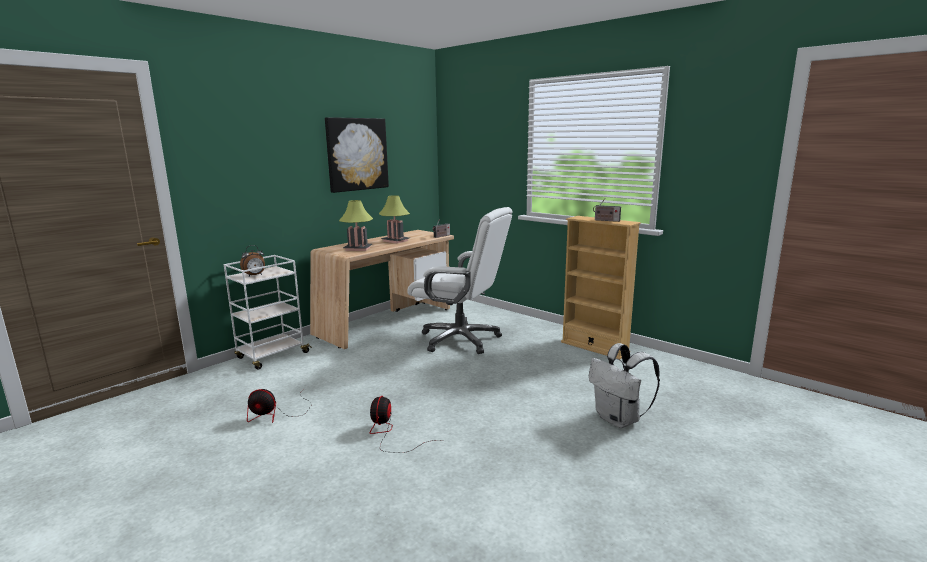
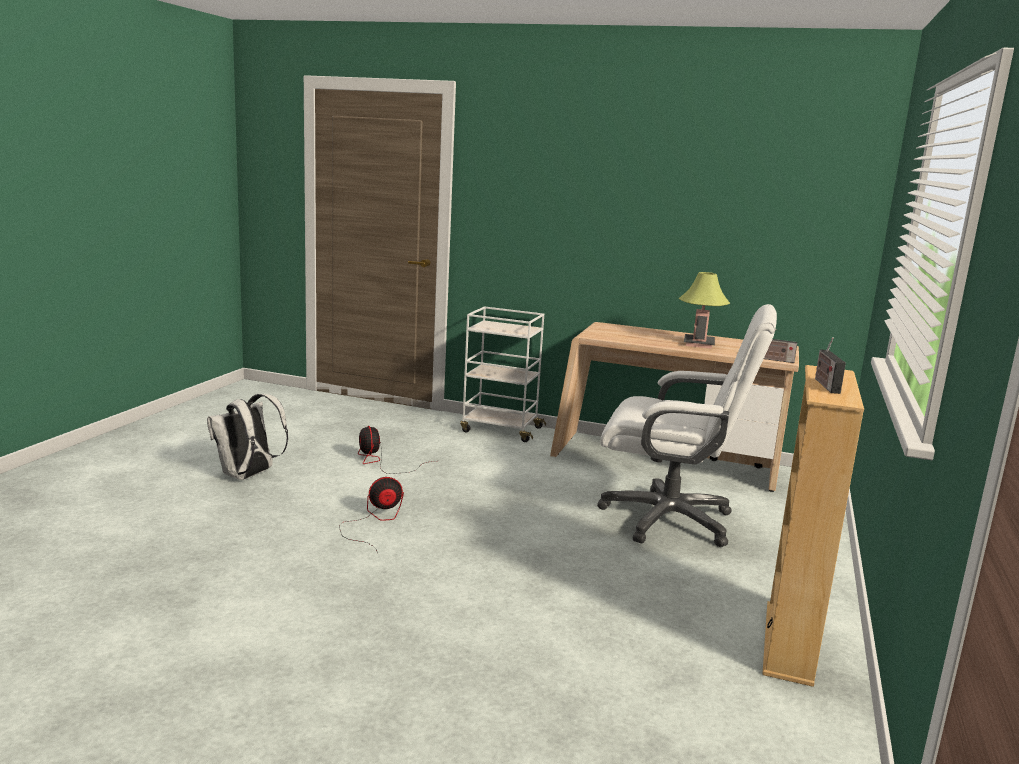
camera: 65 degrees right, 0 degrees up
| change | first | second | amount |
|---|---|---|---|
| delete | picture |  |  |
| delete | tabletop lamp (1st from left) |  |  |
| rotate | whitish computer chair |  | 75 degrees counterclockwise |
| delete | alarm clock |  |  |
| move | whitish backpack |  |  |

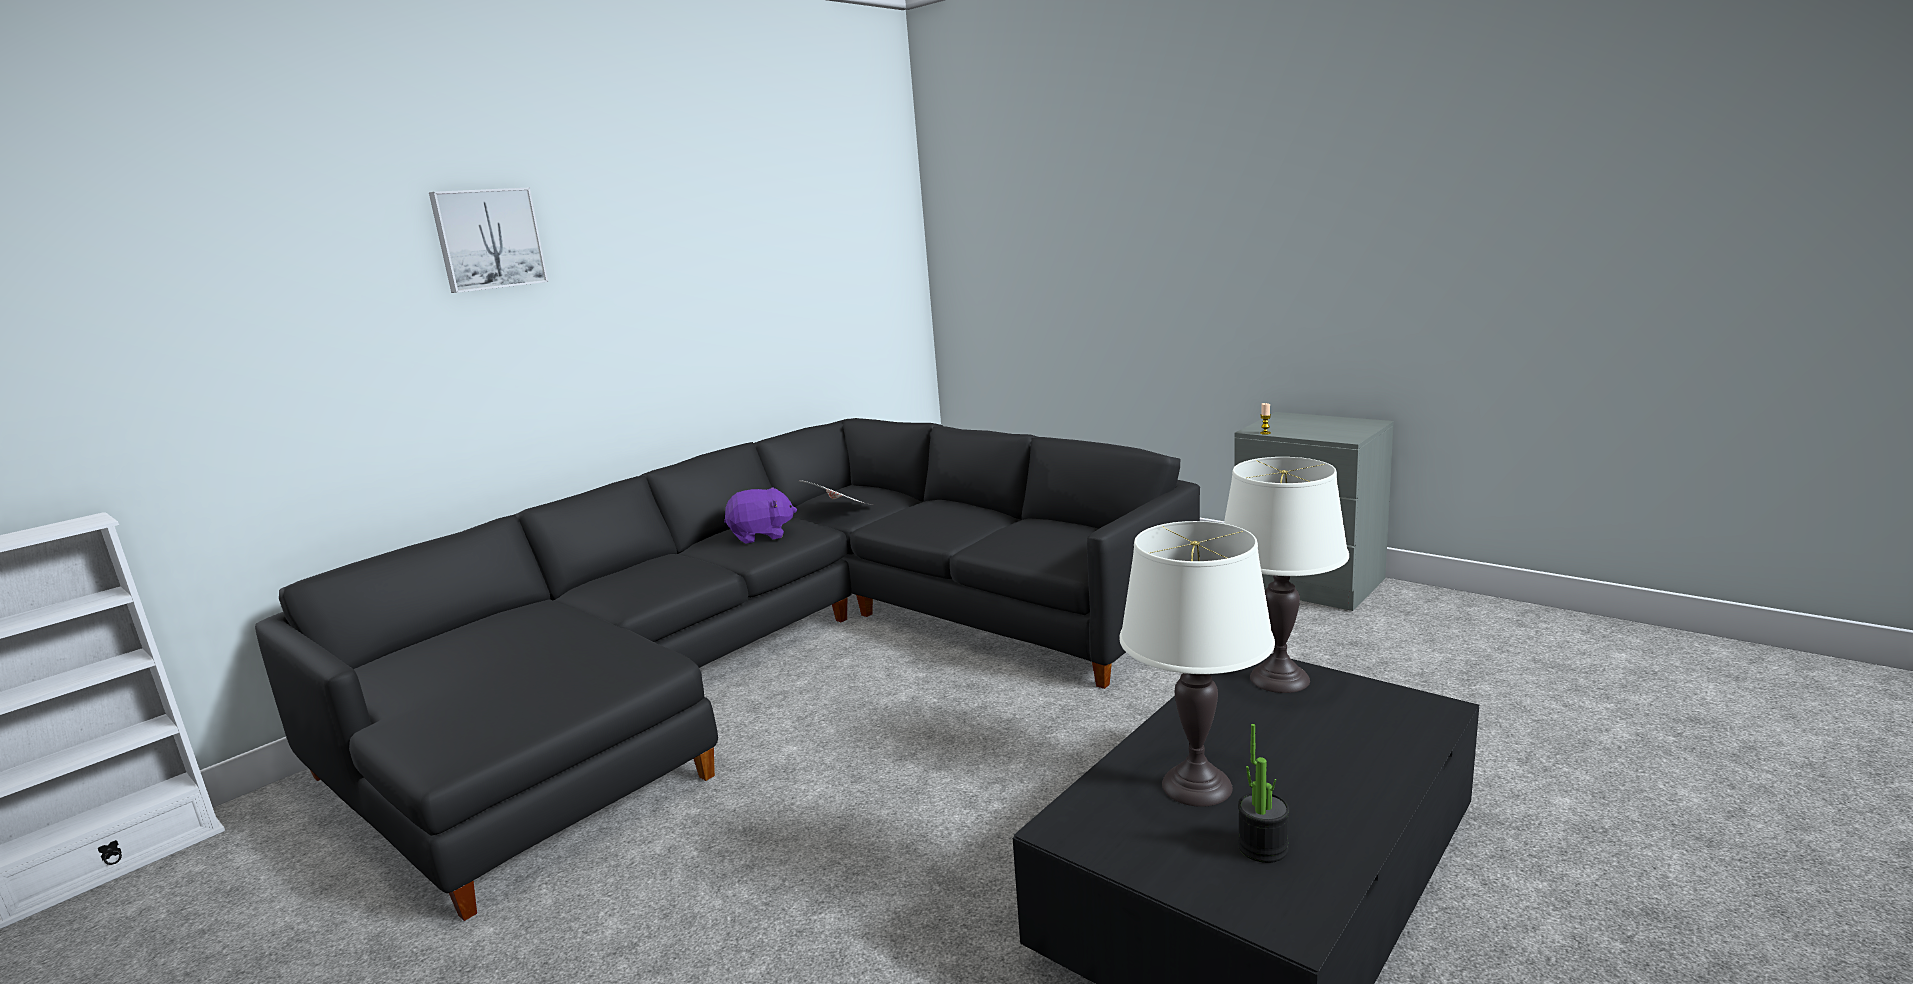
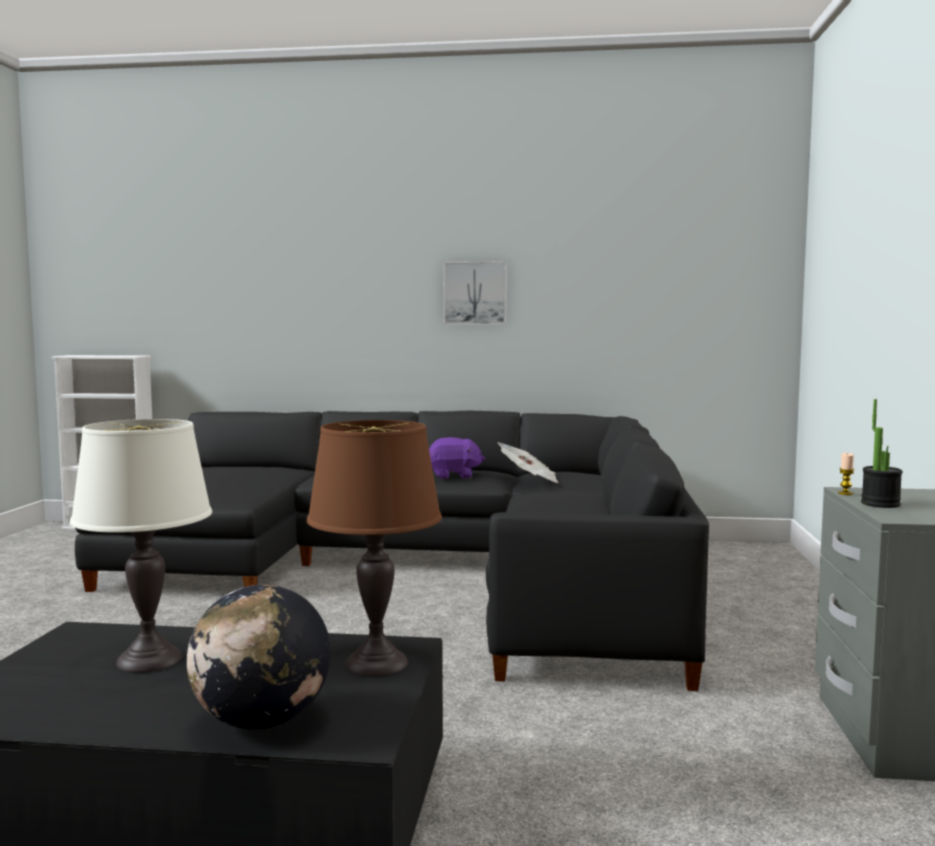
camera: 55 degrees right, 10 degrees down
| change | first | second | amount |
|---|---|---|---|
| move | picture |  |  |
| recolor | whitish tabletop lamp (2nd from left) | brown-coloured tabletop lamp |  |
| rotate | purplish soft toy |  | 45 degrees counterclockwise |
| move | potted plant |  |  |
| insert |  | globe |  |

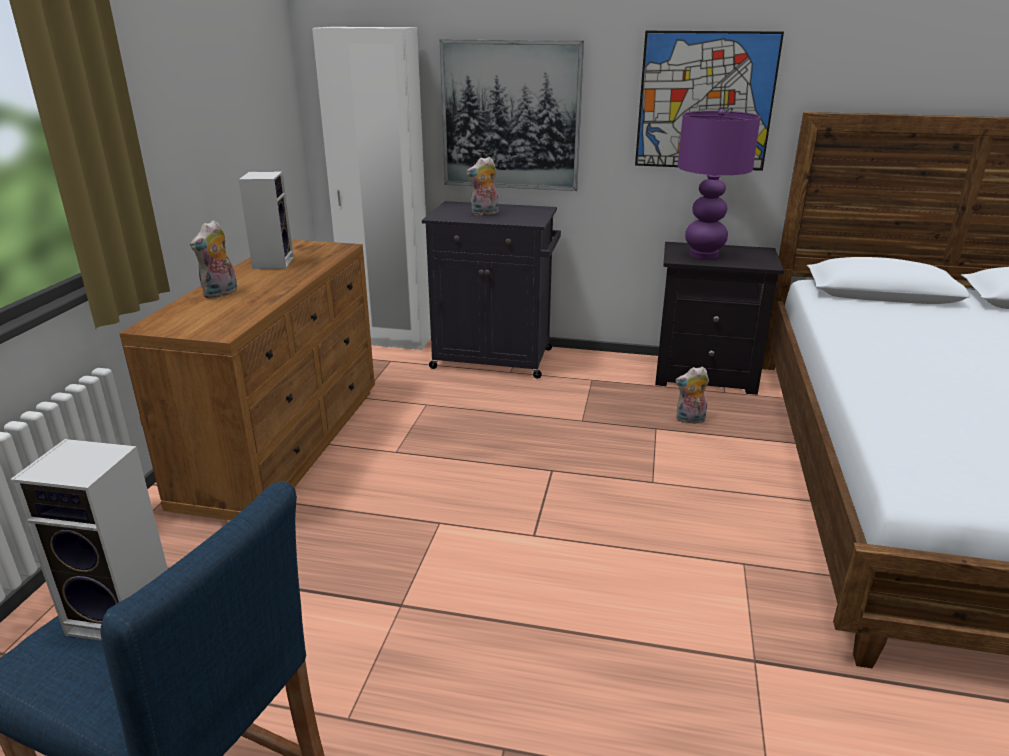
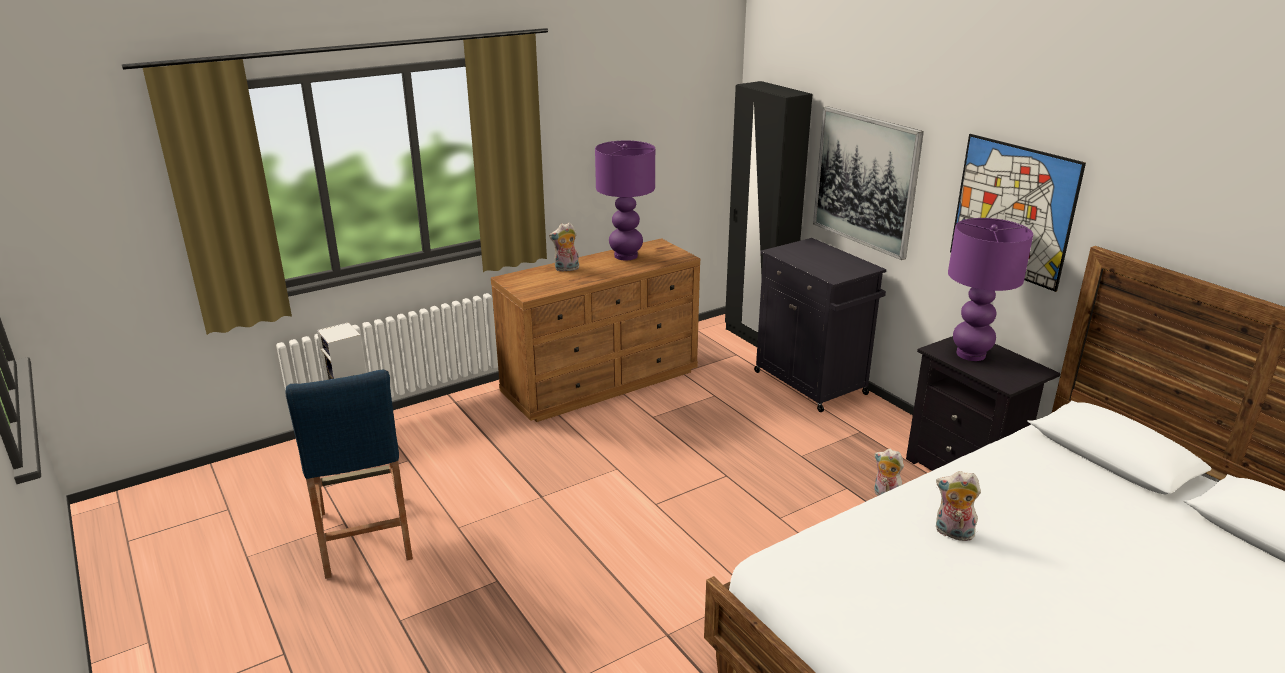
camera: 45 degrees right, 0 degrees up
| change | first | second | amount |
|---|---|---|---|
| recolor | whitish clothes cupboard | black-coloured clothes cupboard |  |
| move | soft toy (2nd from left in the first image) | soft toy (3rd from left) |  |
| replace | speaker (2nd from left) | purplish tabletop lamp (1st from left) |  |

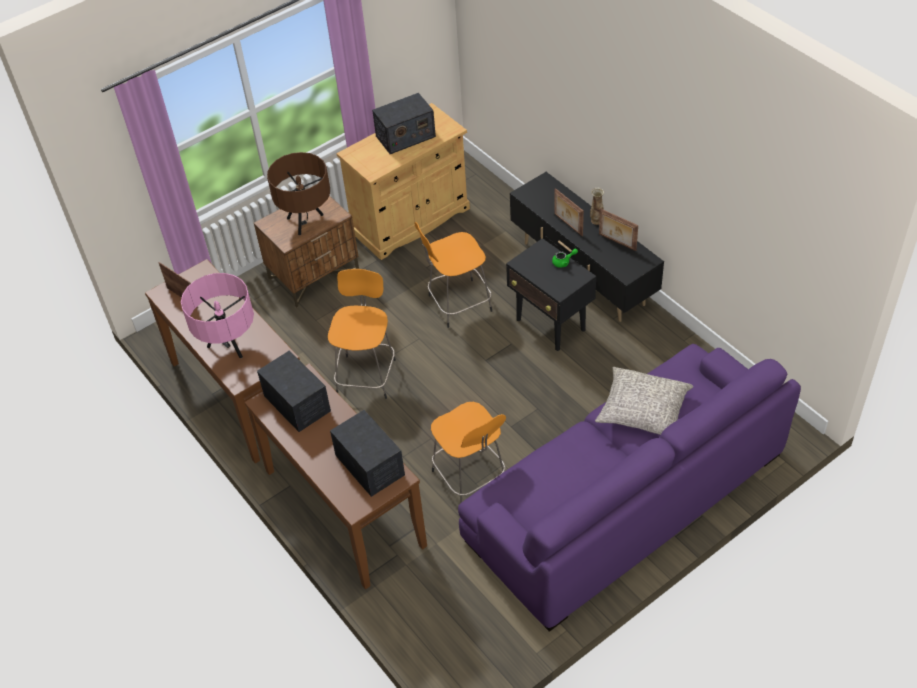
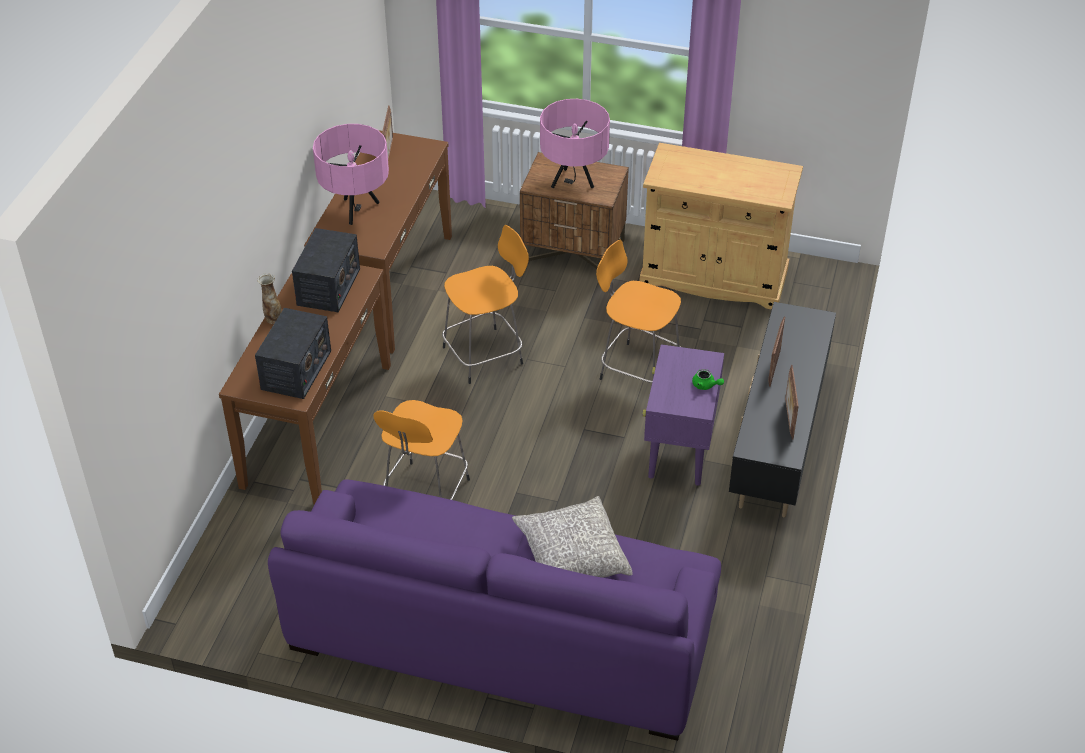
camera: 50 degrees right, 5 degrees down
| change | first | second | amount |
|---|---|---|---|
| delete | radio receiver (3rd from left) |  |  |
| recolor | brown-coloured tabletop lamp | pink-coloured tabletop lamp (2nd from left) |  |
| move | vase |  |  |
| recolor | black-coloured end table | purplish end table |  |

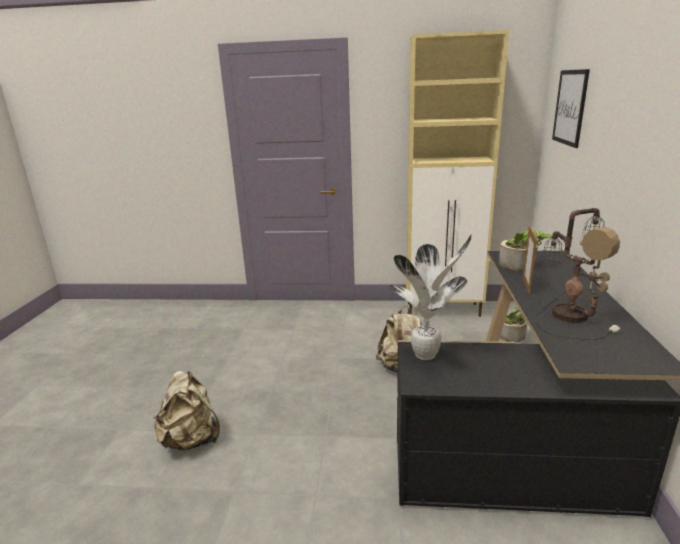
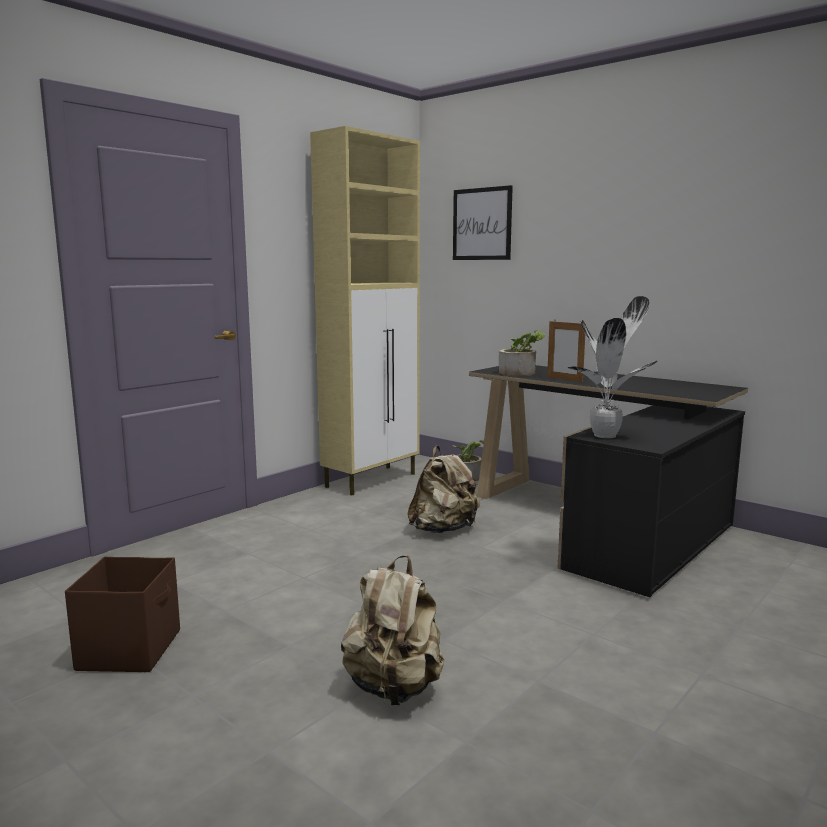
camera: 55 degrees left, 10 degrees down
| change | first | second | amount |
|---|---|---|---|
| delete | tabletop lamp |  |  |
| insert |  | brown-coloured storage bin |  |

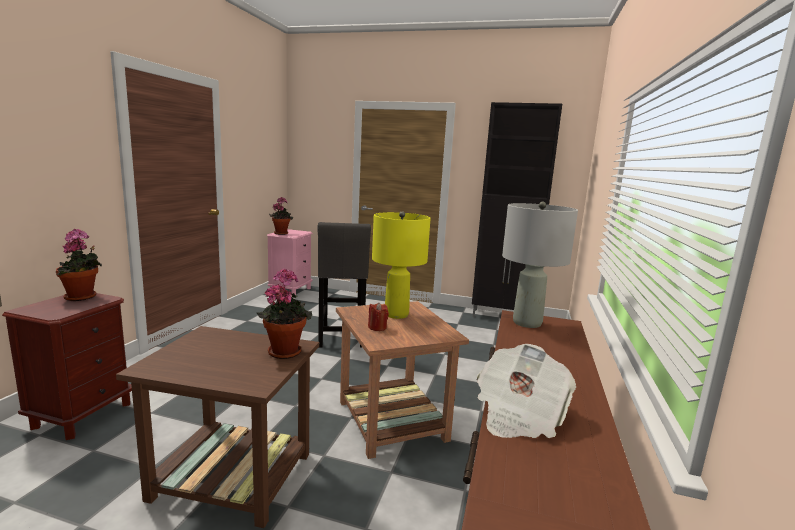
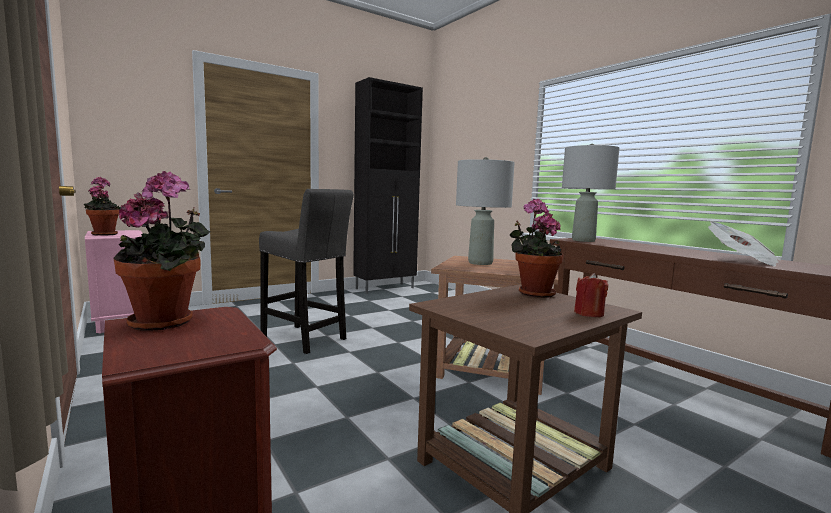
camera: 50 degrees left, 5 degrees down
| change | first | second | amount |
|---|---|---|---|
| recolor | yellow tabletop lamp | grey tabletop lamp (1st from left) |  |
| move | reddish wax light |  |  |

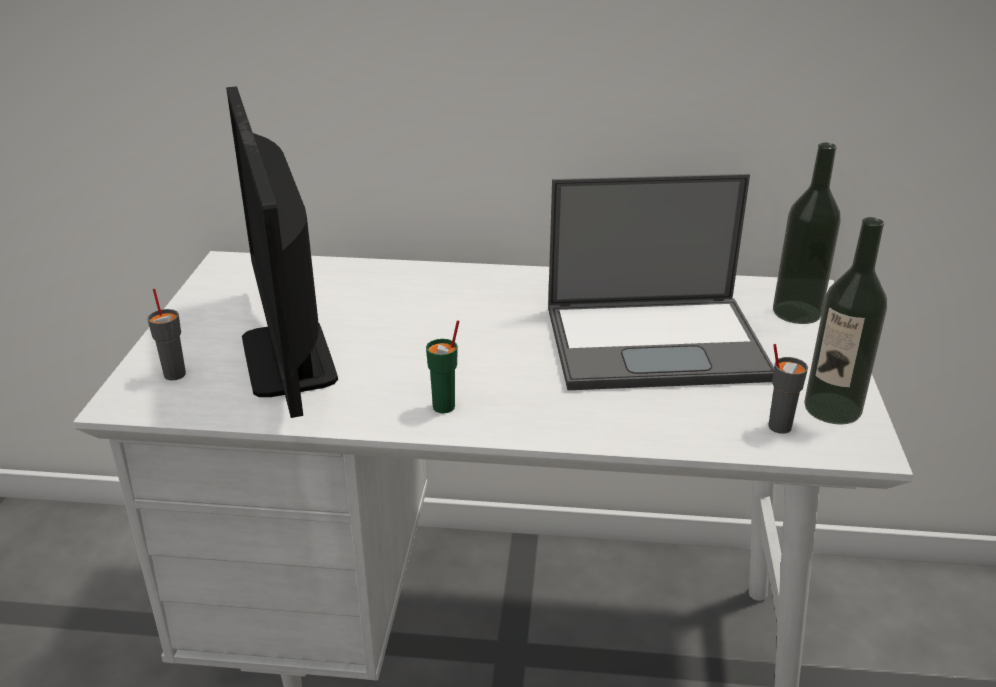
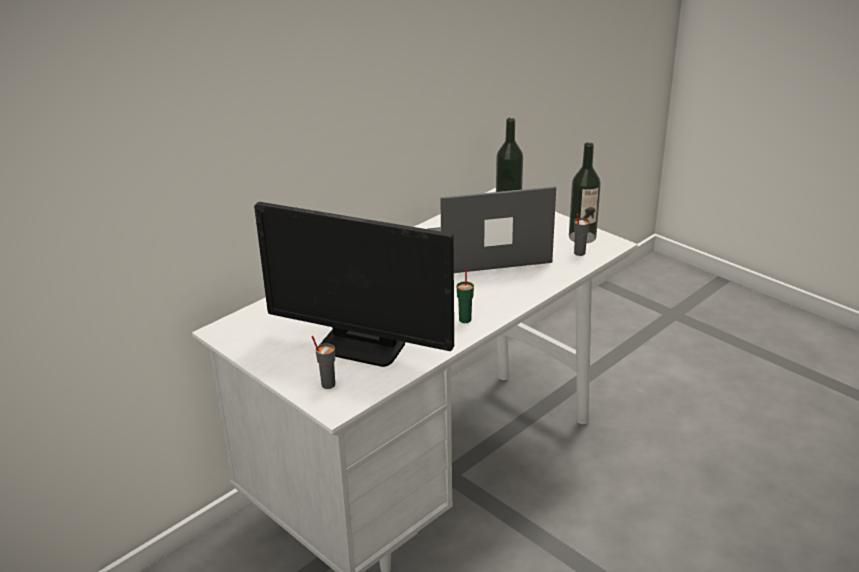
camera: 50 degrees left, 0 degrees up
| change | first | second | amount |
|---|---|---|---|
| rotate | notebook computer |  | 135 degrees counterclockwise |

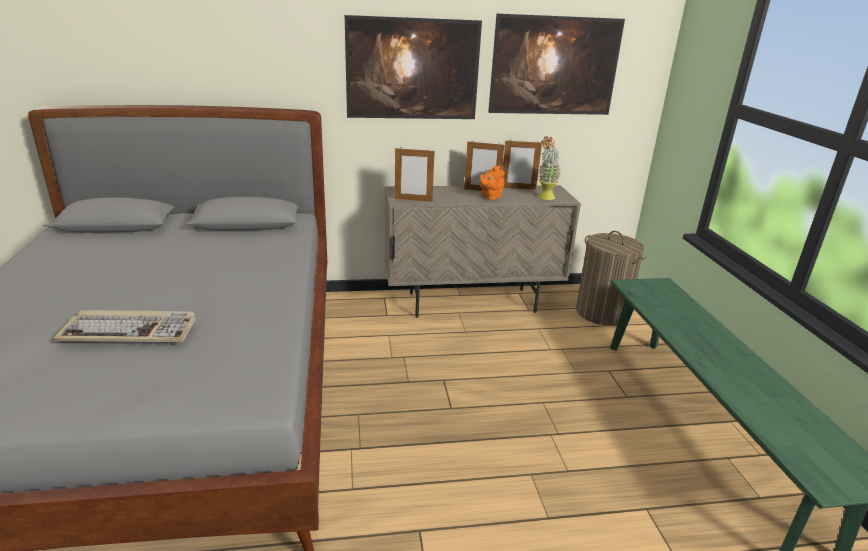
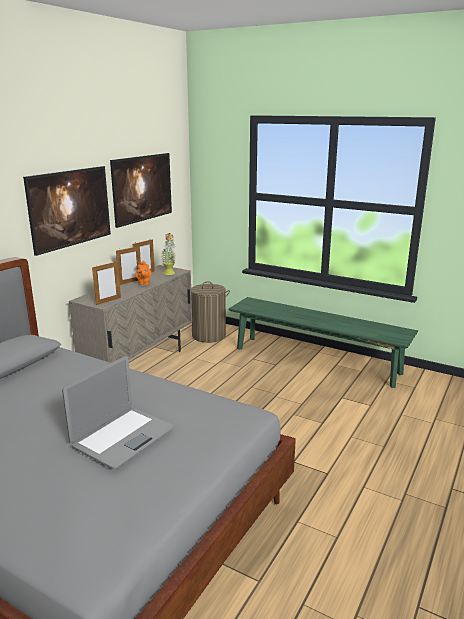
camera: 50 degrees left, 5 degrees down
| change | first | second | amount |
|---|---|---|---|
| replace | PC keyboard | notebook computer |  |

